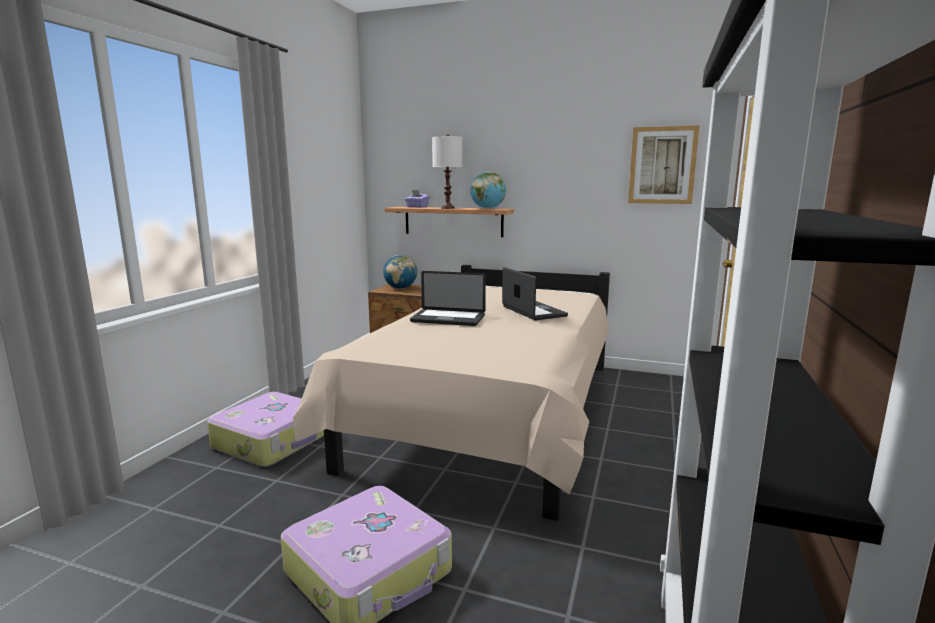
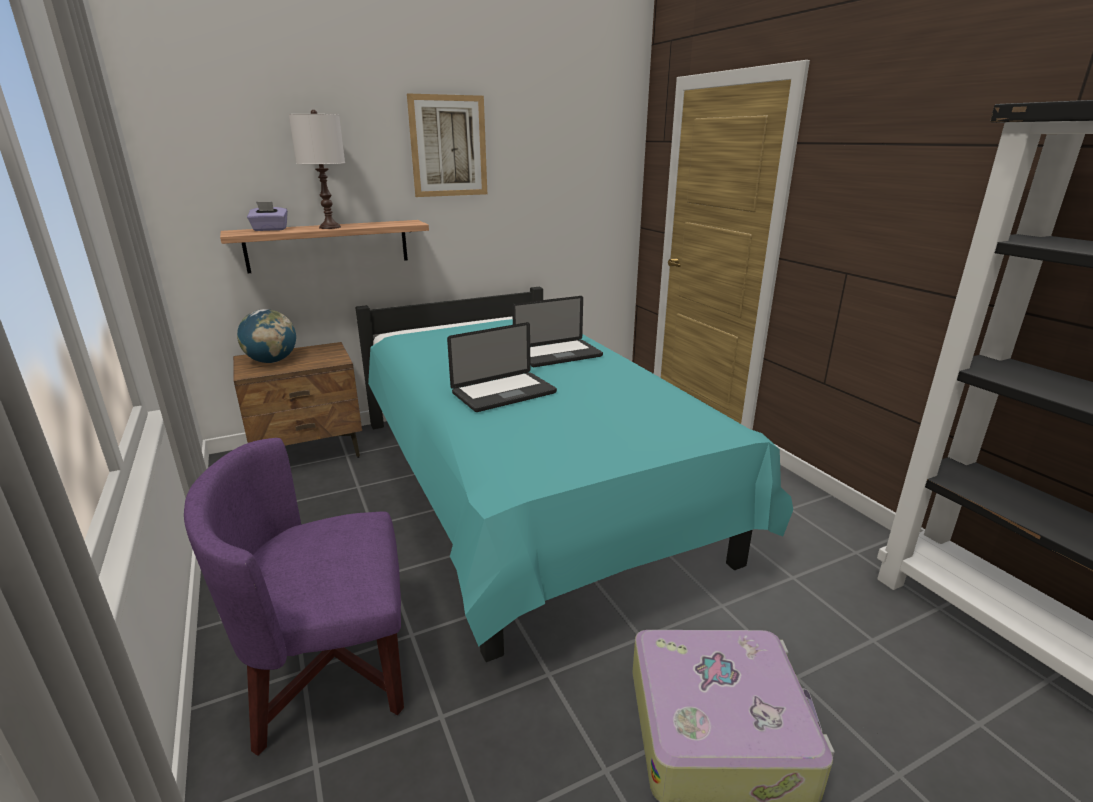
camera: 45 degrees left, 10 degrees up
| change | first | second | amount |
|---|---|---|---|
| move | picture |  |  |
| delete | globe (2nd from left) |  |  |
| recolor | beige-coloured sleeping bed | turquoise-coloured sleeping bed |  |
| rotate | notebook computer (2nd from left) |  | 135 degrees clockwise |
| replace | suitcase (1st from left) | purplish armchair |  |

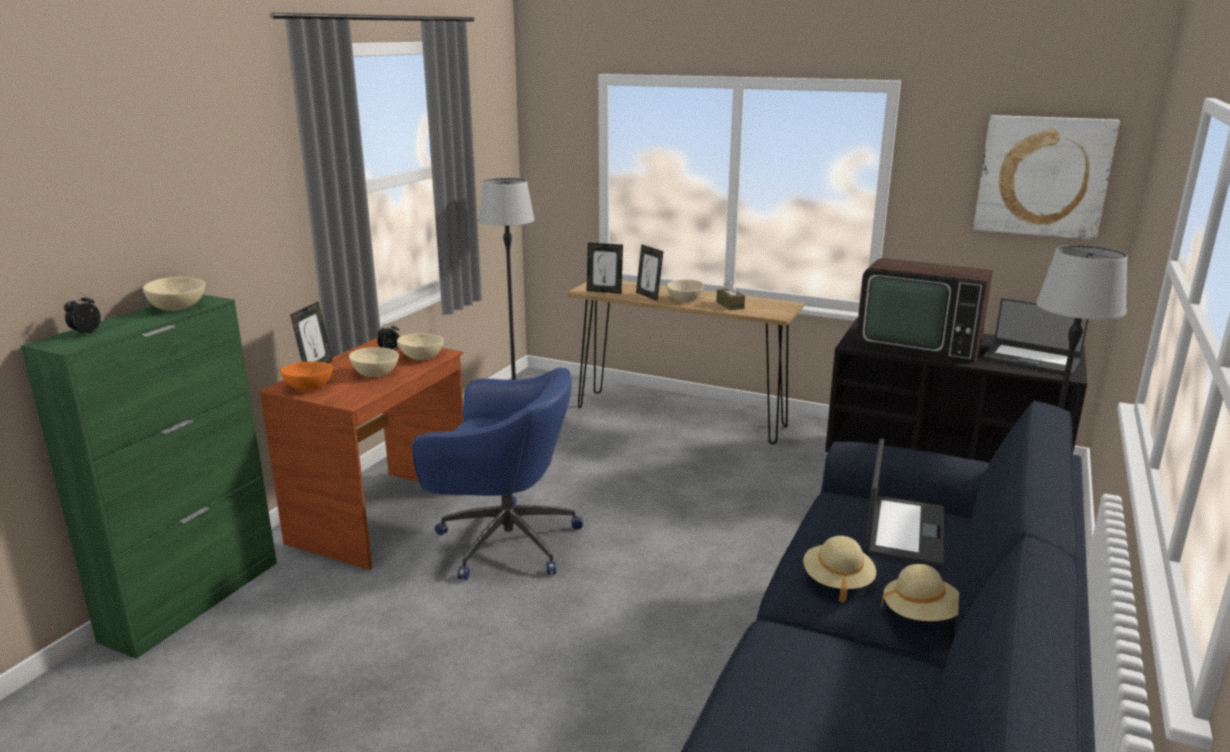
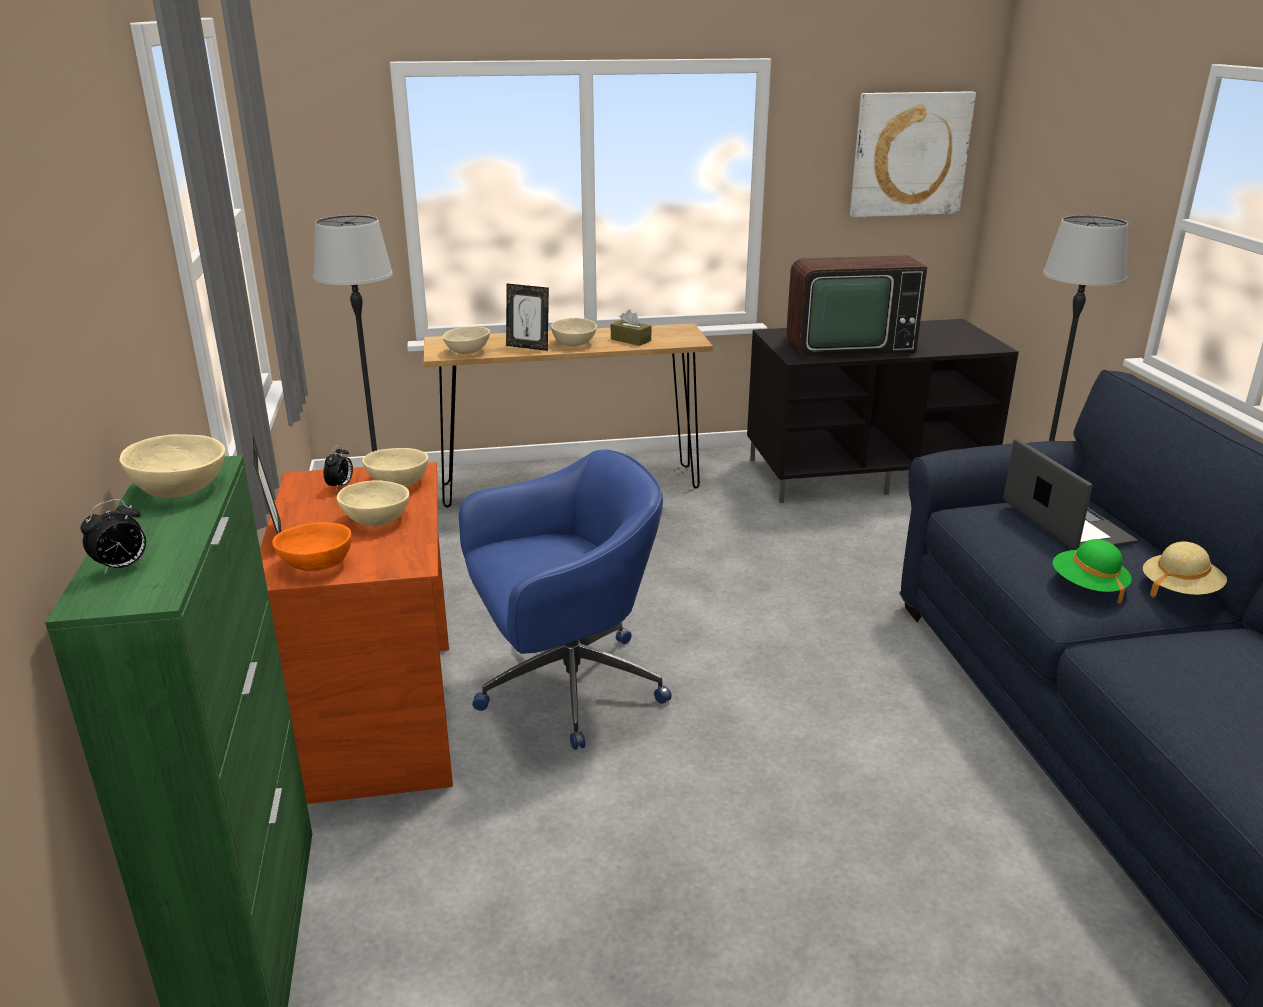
camera: 35 degrees left, 5 degrees up
| change | first | second | amount |
|---|---|---|---|
| replace | standing frame (2nd from left) | beige-coloured deep dish (4th from left) |  |
| rotate | alarm clock (1st from left) |  | 120 degrees counterclockwise |
| delete | notebook computer (2nd from left) |  |  |
| recolor | beige-coloured hat (1st from left) | green hat |  |

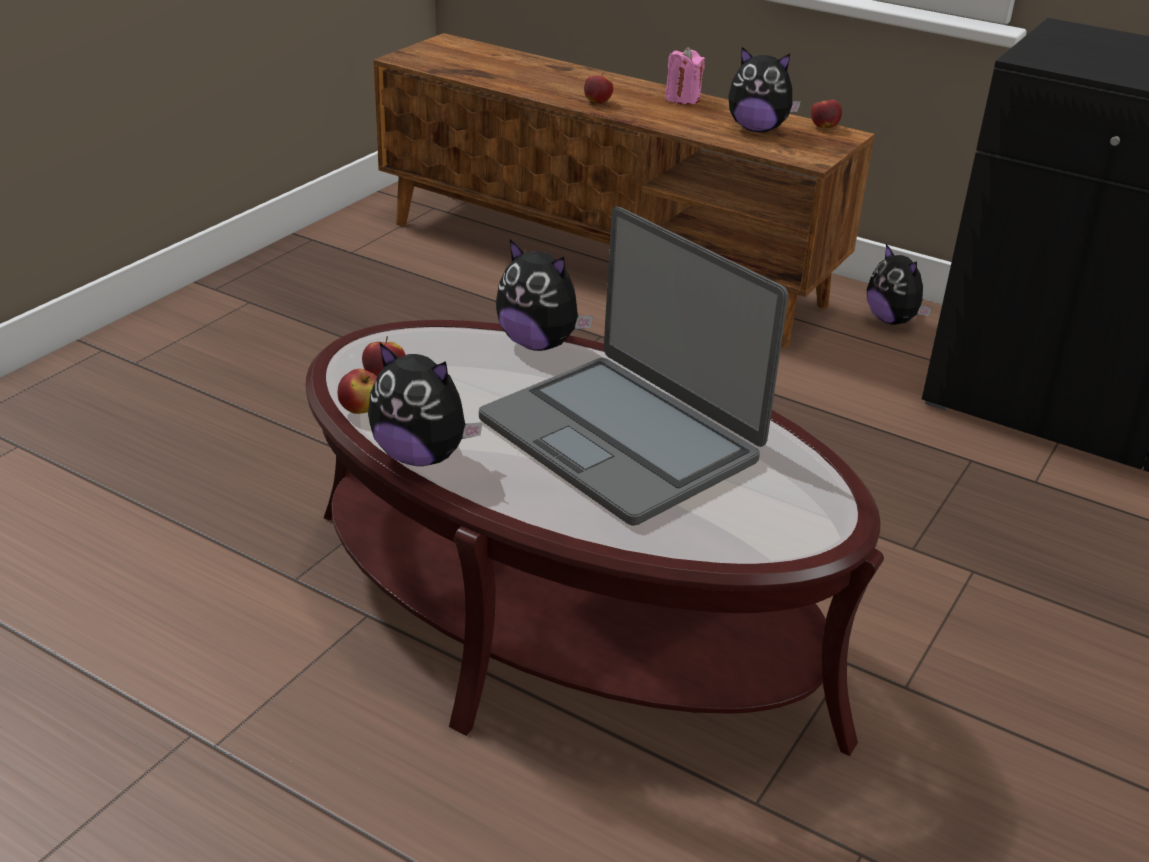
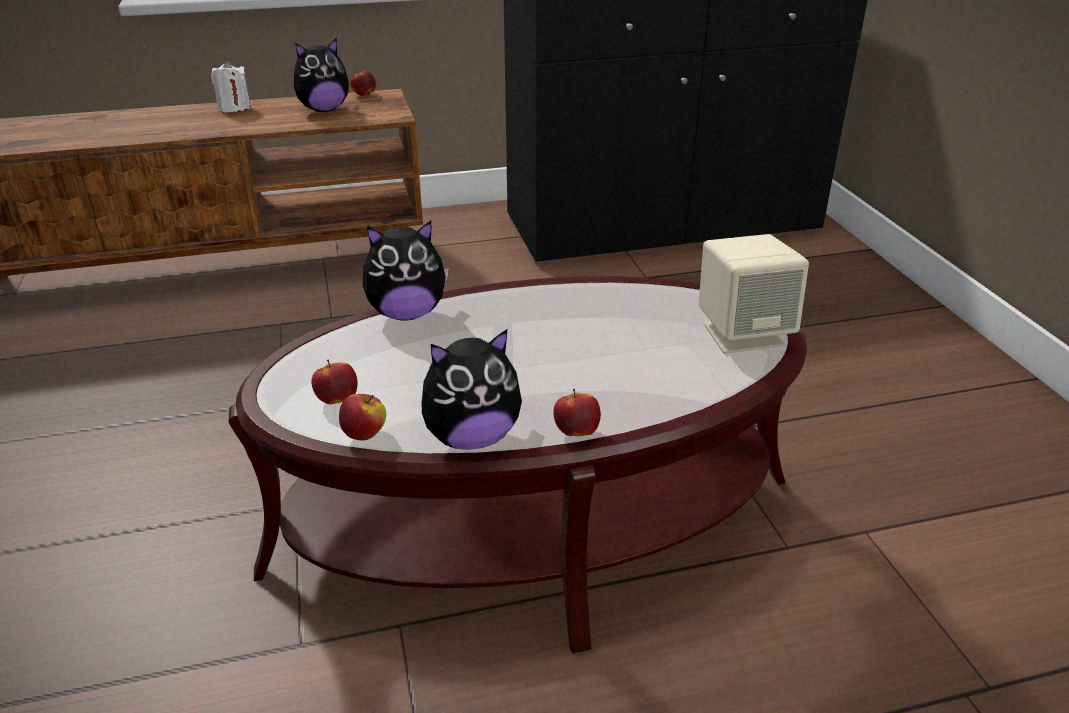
camera: 45 degrees left, 0 degrees up
| change | first | second | amount |
|---|---|---|---|
| recolor | pink-coloured wax light | whitish wax light |  |
| move | whole apple (3rd from left in the first image) | whole apple (4th from left) |  |
| delete | notebook computer |  |  |
| delete | soft toy (4th from left) |  |  |
| insert |  | beige-coloured speaker |  |

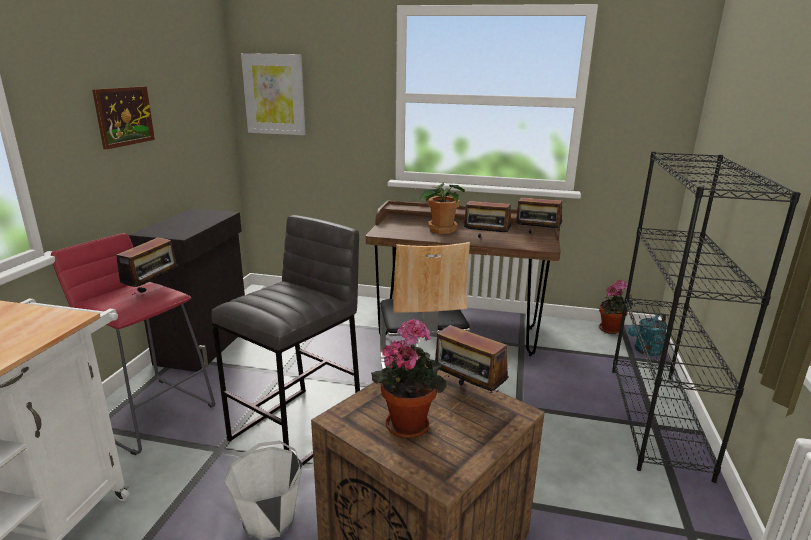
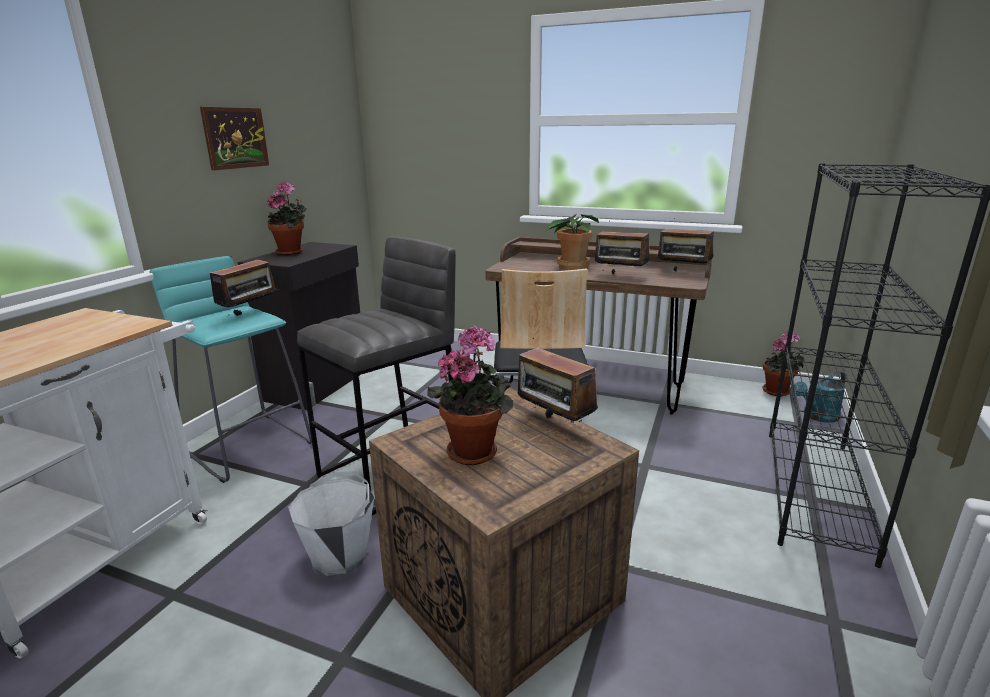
camera: 10 degrees right, 0 degrees up
| change | first | second | amount |
|---|---|---|---|
| delete | picture (2nd from left) |  |  |
| recolor | reddish stool | turquoise-coloured stool |  |
| insert |  | potted plant (1st from left) |  |

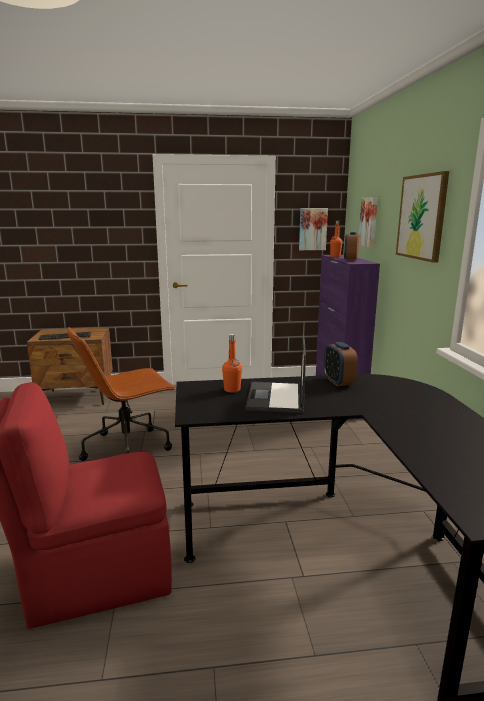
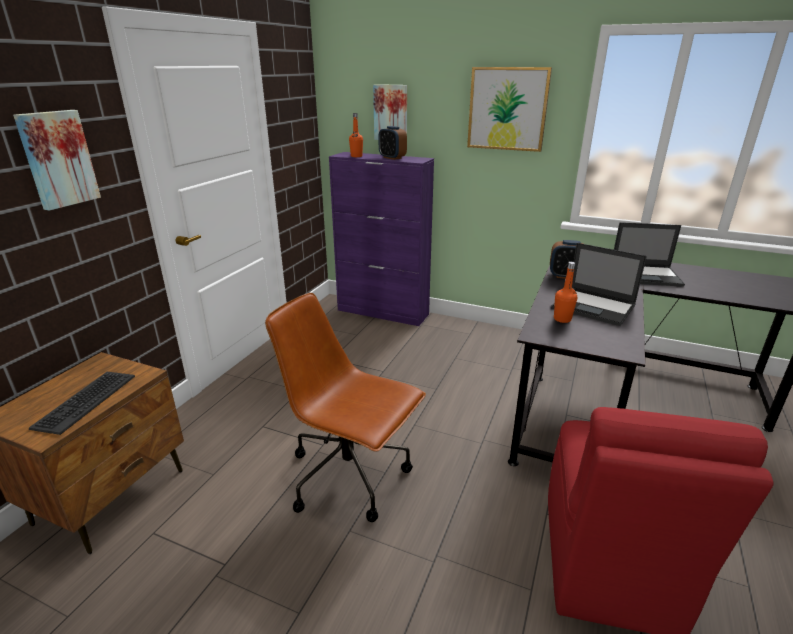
camera: 60 degrees left, 10 degrees up
| change | first | second | amount |
|---|---|---|---|
| move | picture (1st from left) |  |  |
| rotate | brown-coloured computer chair |  | 120 degrees clockwise |
| insert |  | notebook computer (2nd from left) |  |

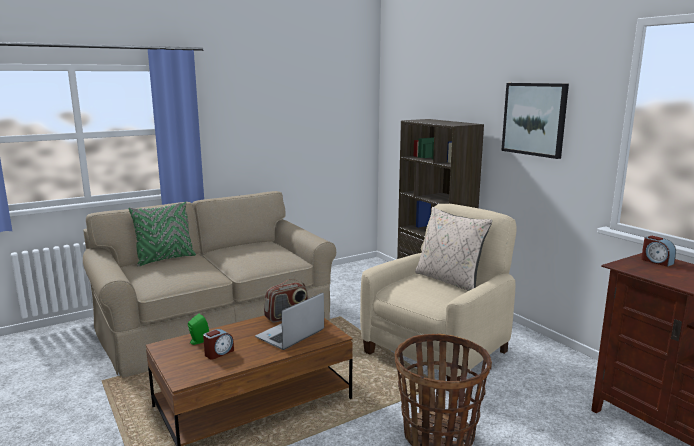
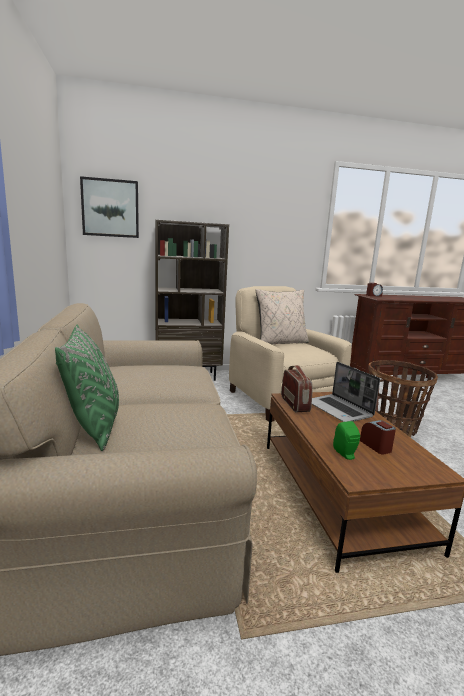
camera: 70 degrees left, 0 degrees up
| change | first | second | amount |
|---|---|---|---|
| move | picture |  |  |

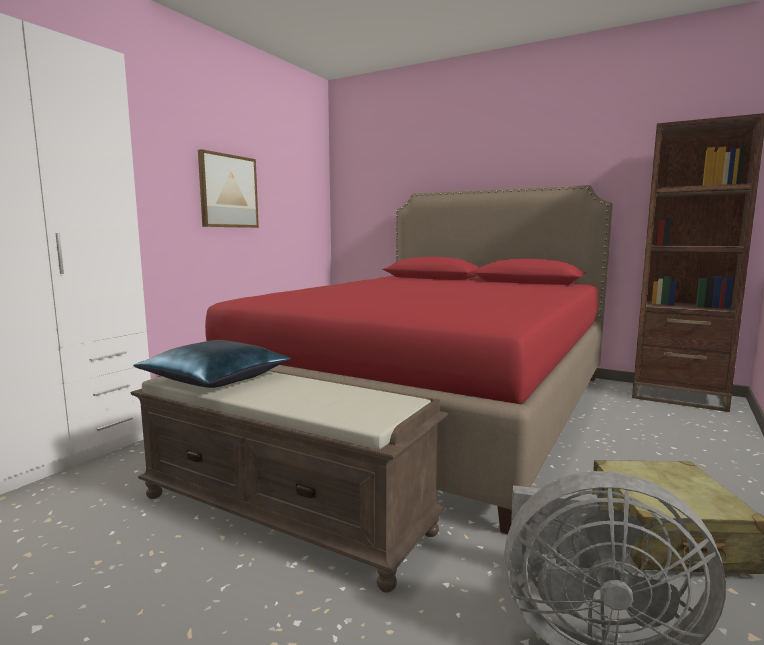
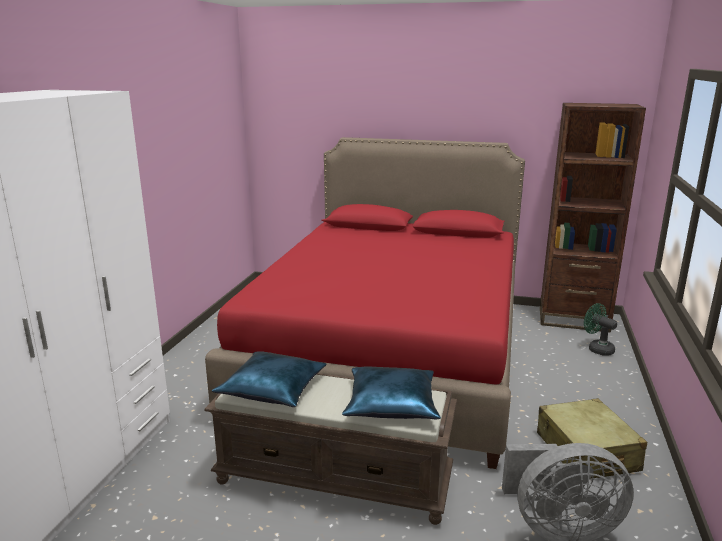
camera: 15 degrees left, 10 degrees up
| change | first | second | amount |
|---|---|---|---|
| delete | picture |  |  |
| insert |  | green fan |  |
| insert |  | bluish cushion (2nd from left) |  |

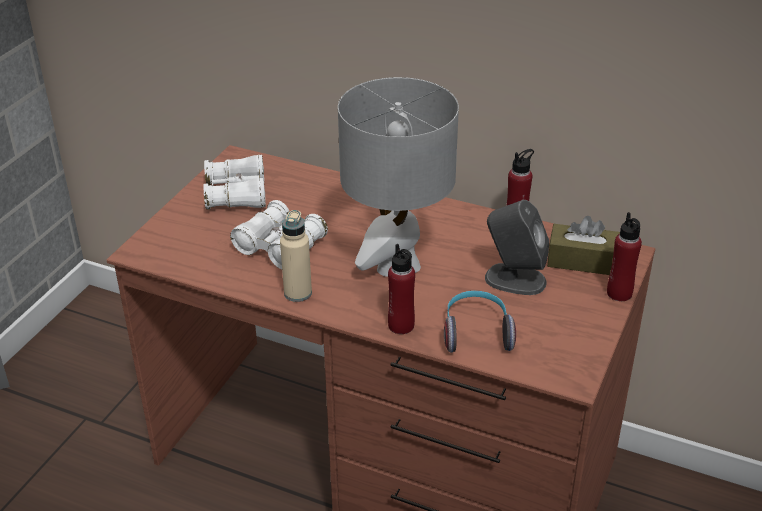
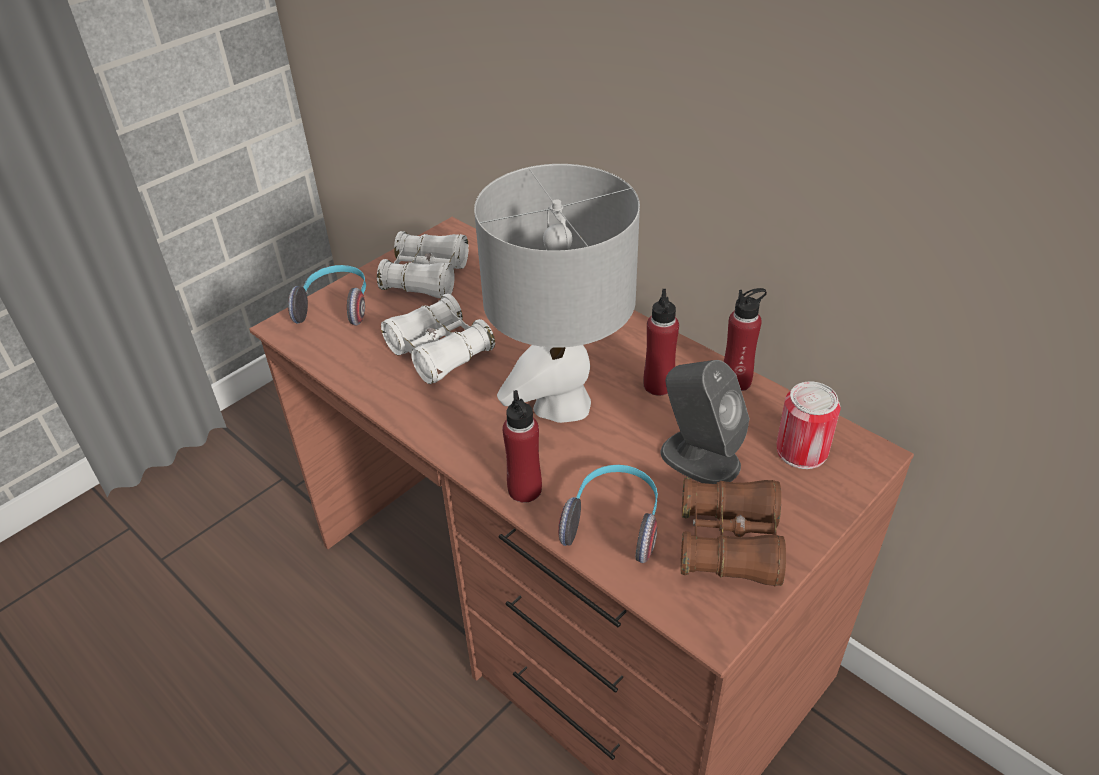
camera: 20 degrees right, 5 degrees up
| change | first | second | amount |
|---|---|---|---|
| delete | beige-coloured bottle |  |  |
| move | reddish bottle (3rd from left in the first image) | reddish bottle (2nd from left) |  |
| replace | brown-coloured box of tissues | sealed can |  |
| insert |  | headset (1st from left) |  |
| insert |  | brown-coloured field glasses |  |

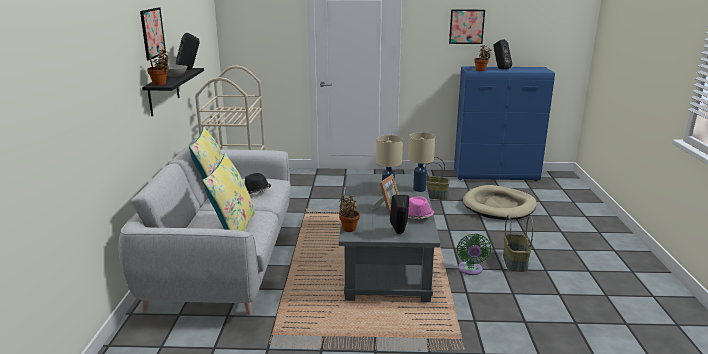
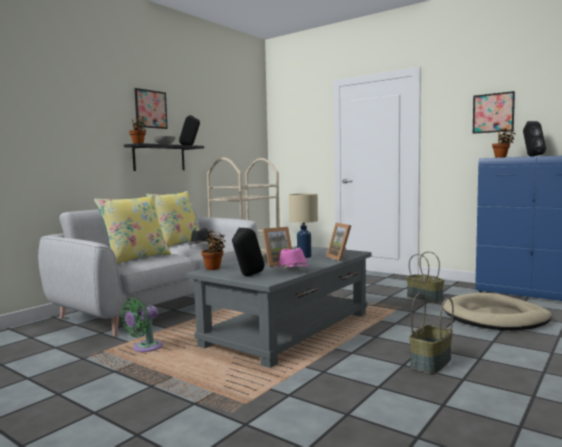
camera: 35 degrees right, 15 degrees down
| change | first | second | amount |
|---|---|---|---|
| replace | beige-coloured tabletop lamp (2nd from left) | standing frame (2nd from left) |  |
| move | green fan |  |  |

